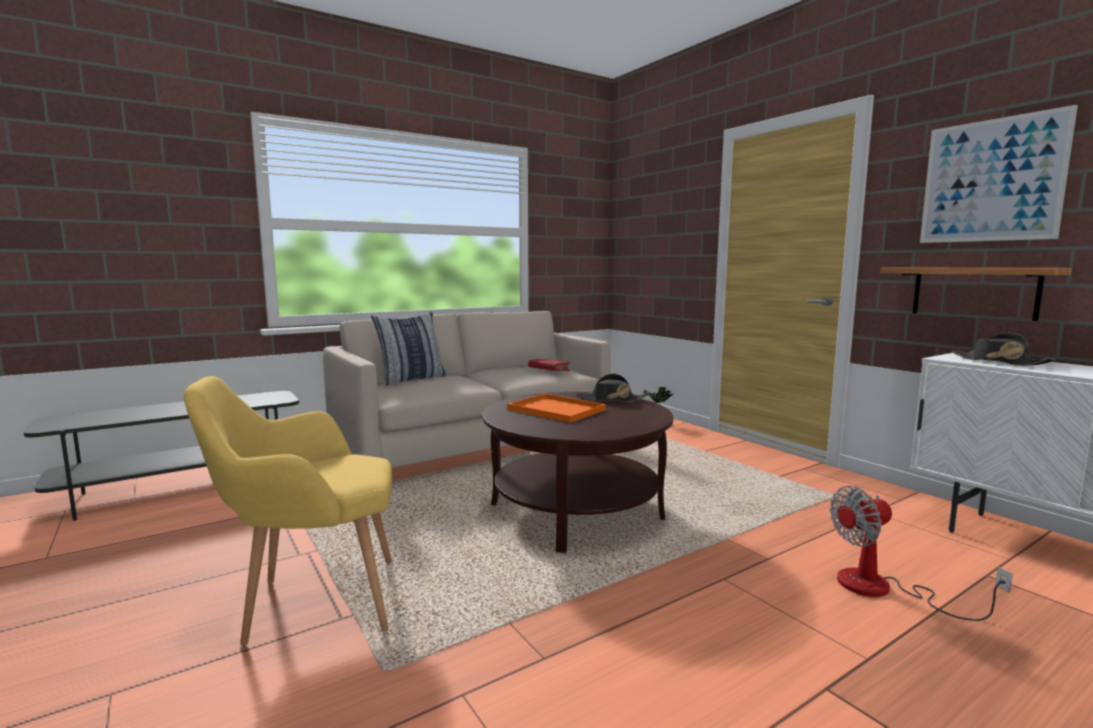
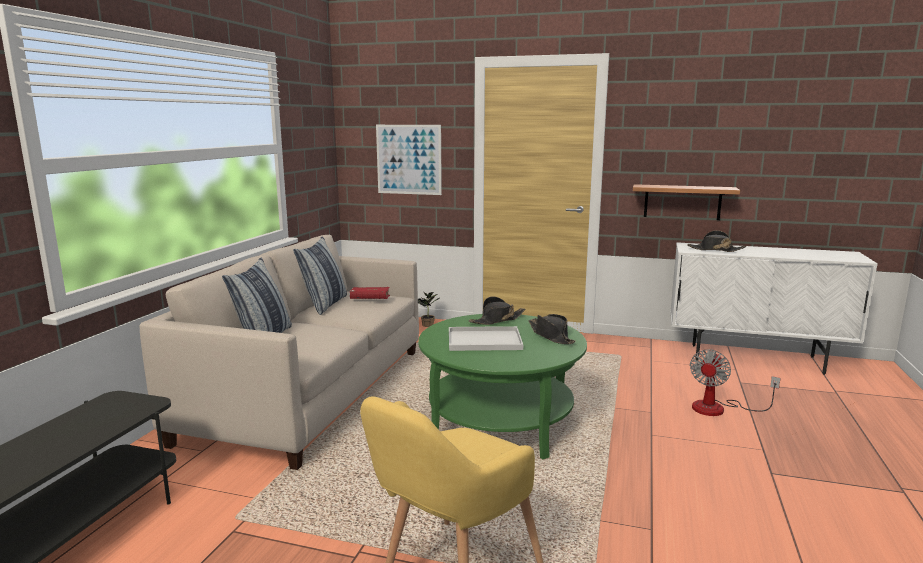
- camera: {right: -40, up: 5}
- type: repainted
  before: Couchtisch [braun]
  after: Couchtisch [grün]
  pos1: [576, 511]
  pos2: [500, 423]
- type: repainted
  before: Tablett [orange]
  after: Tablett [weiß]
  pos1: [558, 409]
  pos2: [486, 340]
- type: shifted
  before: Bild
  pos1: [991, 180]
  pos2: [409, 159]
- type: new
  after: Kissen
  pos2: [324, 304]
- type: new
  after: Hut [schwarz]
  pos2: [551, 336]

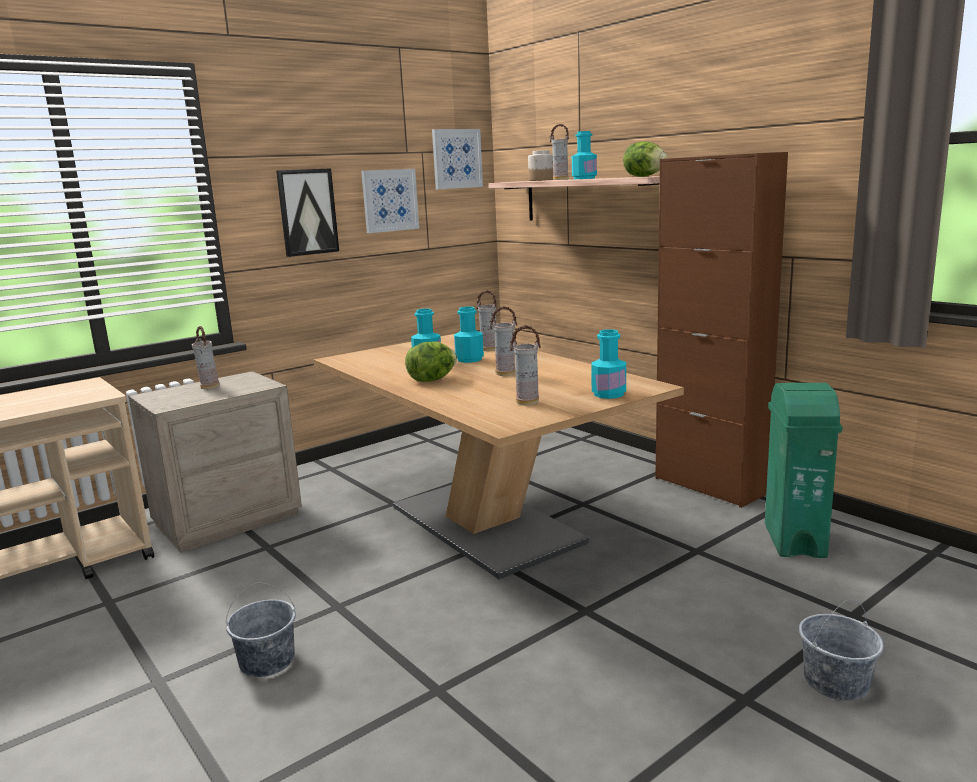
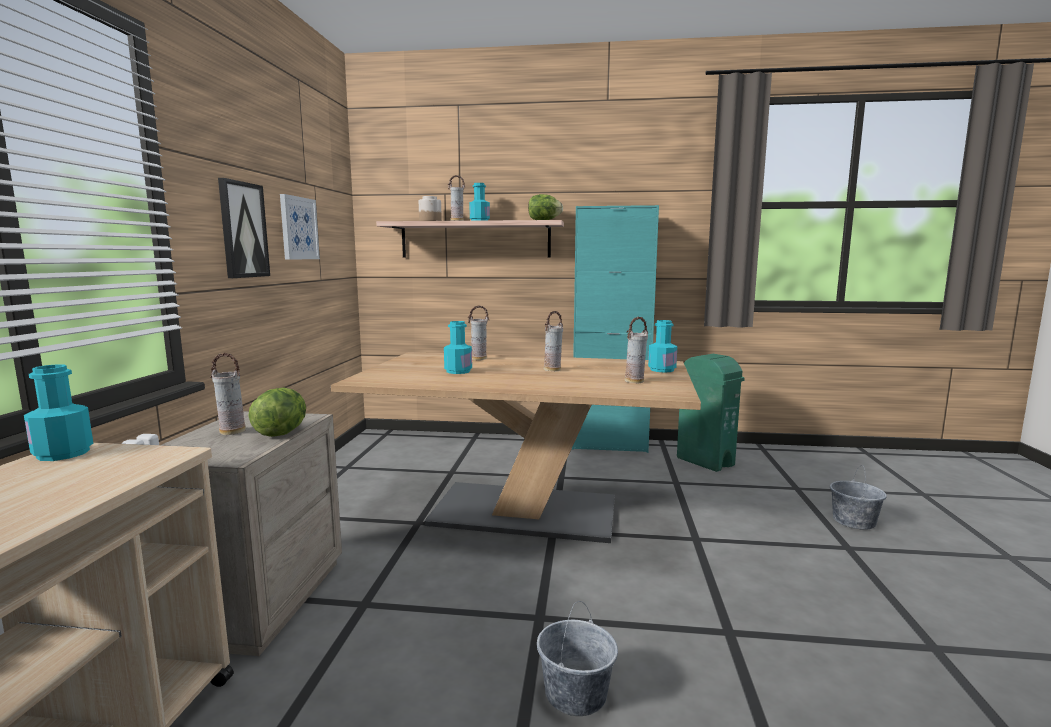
- camera: {right: -45, up: -5}
- type: shifted
  before: Salatkopf
  pos1: [432, 380]
  pos2: [281, 433]
- type: gone
  before: Bild
  pos1: [456, 159]
- type: shifted
  before: Flasche [türkis]
  pos1: [469, 359]
  pos2: [63, 453]
- type: repainted
  before: Schrank [braun]
  after: Schrank [türkis]
  pos1: [710, 485]
  pos2: [609, 445]

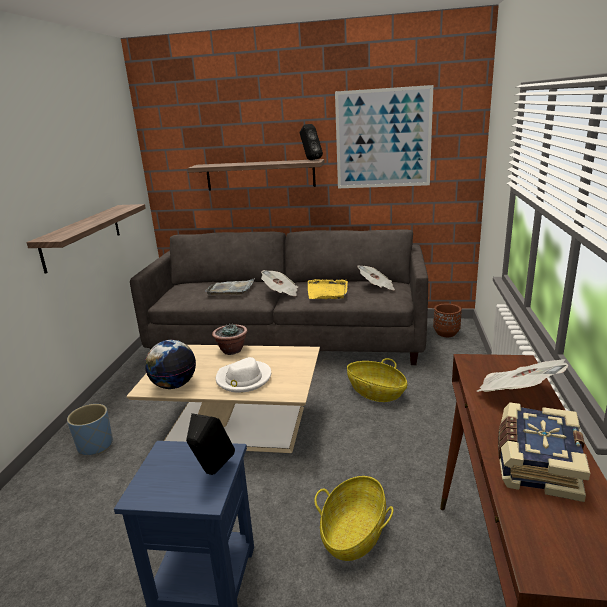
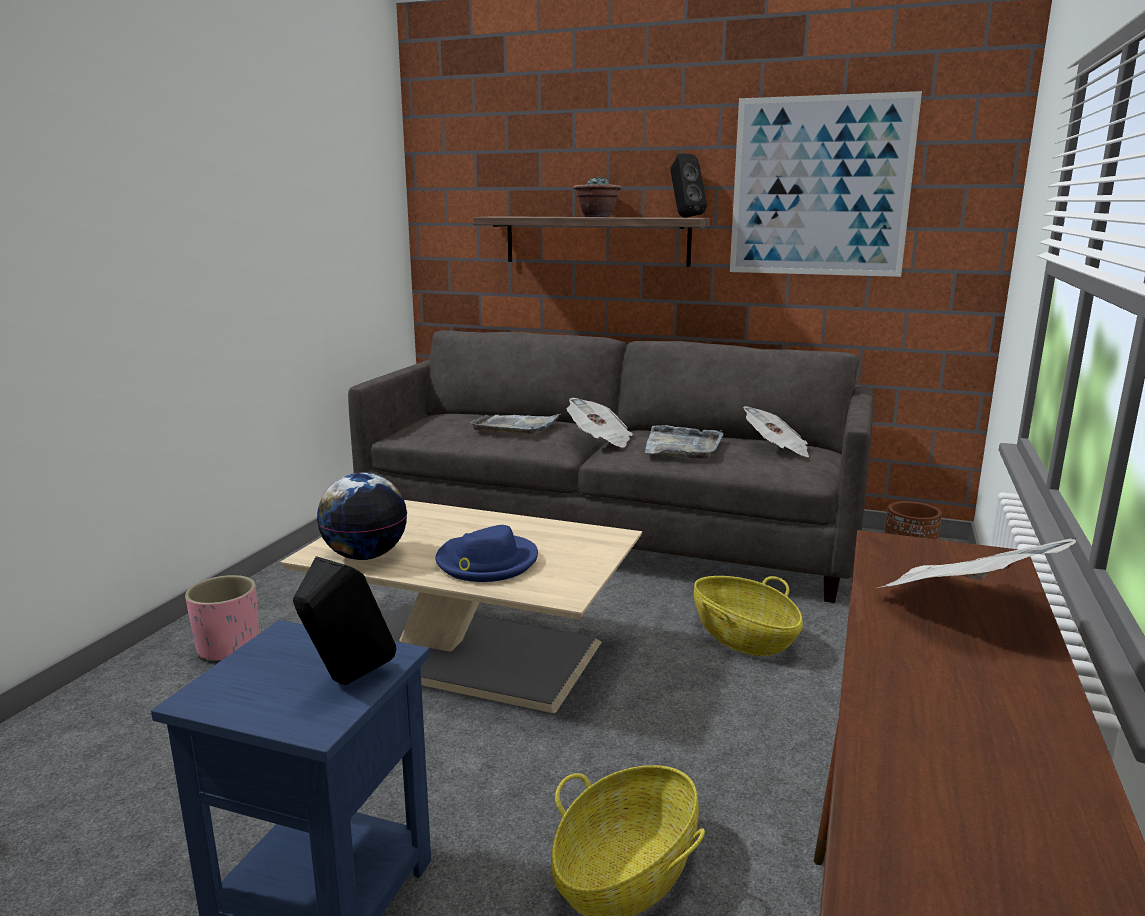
- camera: {right: 10, up: -5}
- type: gone
  before: Wandregal
  pos1: [82, 236]
- type: repainted
  before: Pflanzkübel [blau]
  after: Pflanzkübel [rosa]
  pos1: [95, 446]
  pos2: [228, 648]
- type: shifted
  before: Topfpflanze
  pos1: [232, 350]
  pos2: [597, 217]
- type: repainted
  before: Hut [weiß]
  after: Hut [blau]
  pos1: [243, 379]
  pos2: [486, 562]
- type: repainted
  before: Tablett [gelb]
  after: Tablett [grau]
  pos1: [327, 291]
  pos2: [682, 446]
- type: gone
  before: Buch
  pos1: [536, 462]

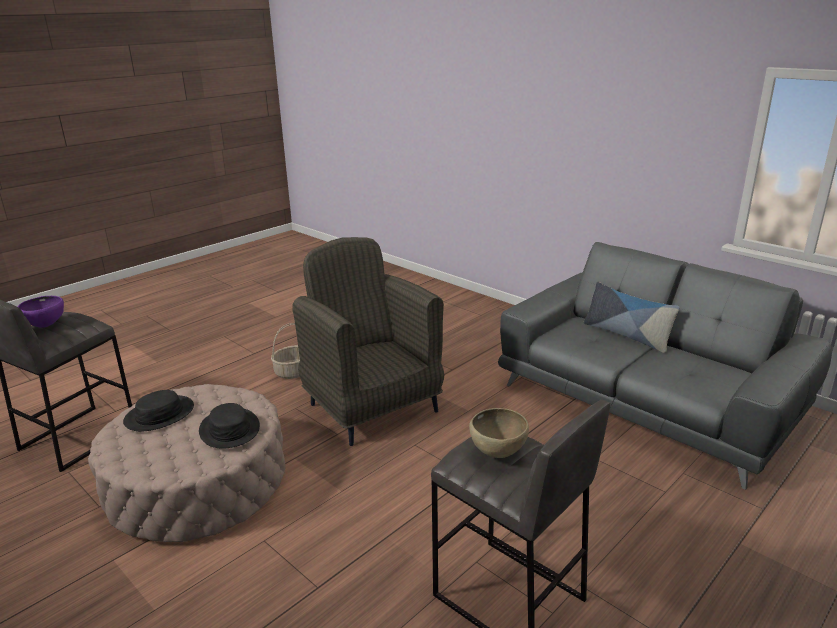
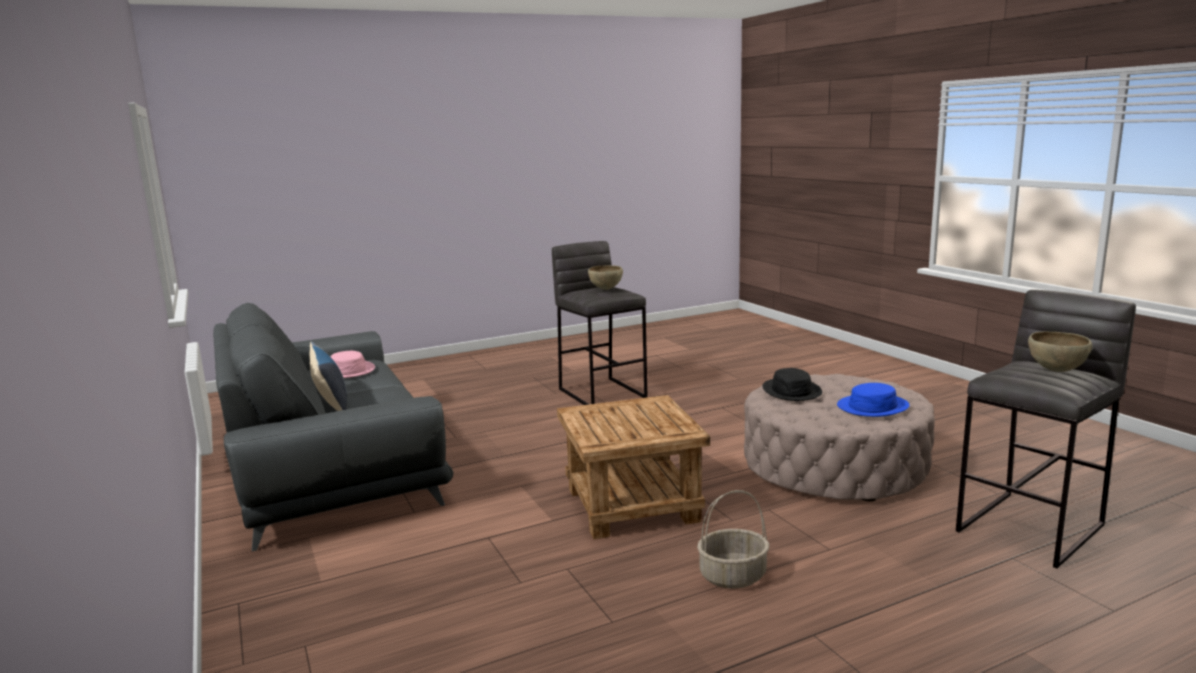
- camera: {right: -160, up: -10}
- type: repainted
  before: Schüssel [lila]
  after: Schüssel [braun]
  pos1: [46, 325]
  pos2: [1055, 371]
- type: repainted
  before: Hut [schwarz]
  after: Hut [blau]
  pos1: [159, 414]
  pos2: [872, 406]
- type: swapped
  before: Sessel [grau]
  after: Beistelltisch [braun]
  pos1: [372, 407]
  pos2: [631, 506]
- type: new
  after: Hut [rosa]
  pos2: [348, 370]

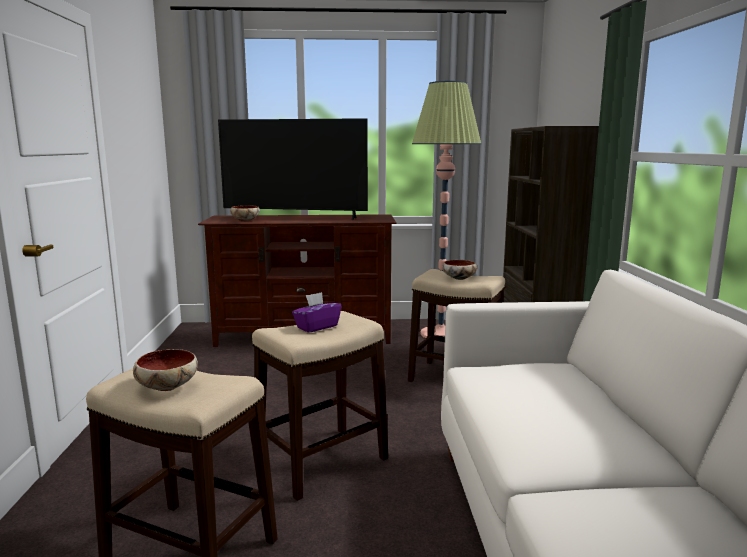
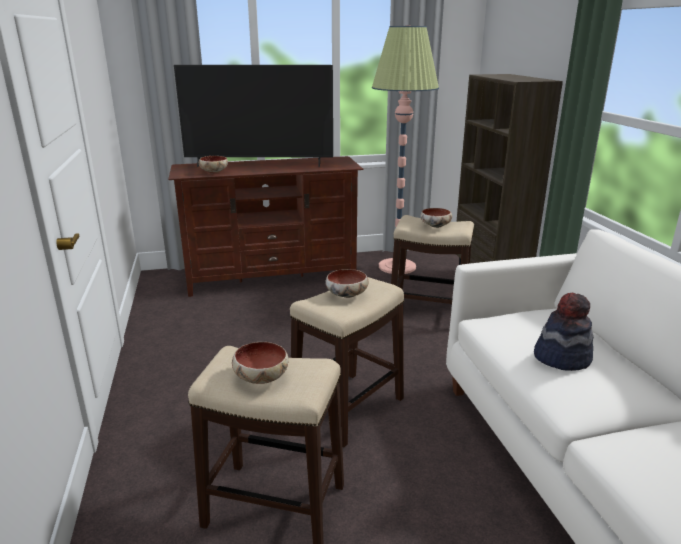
- camera: {right: -10, up: 10}
- type: swapped
  before: Taschentuchbox [lila]
  after: Schüssel
  pos1: [316, 327]
  pos2: [346, 295]
- type: new
  after: Hut
  pos2: [561, 357]

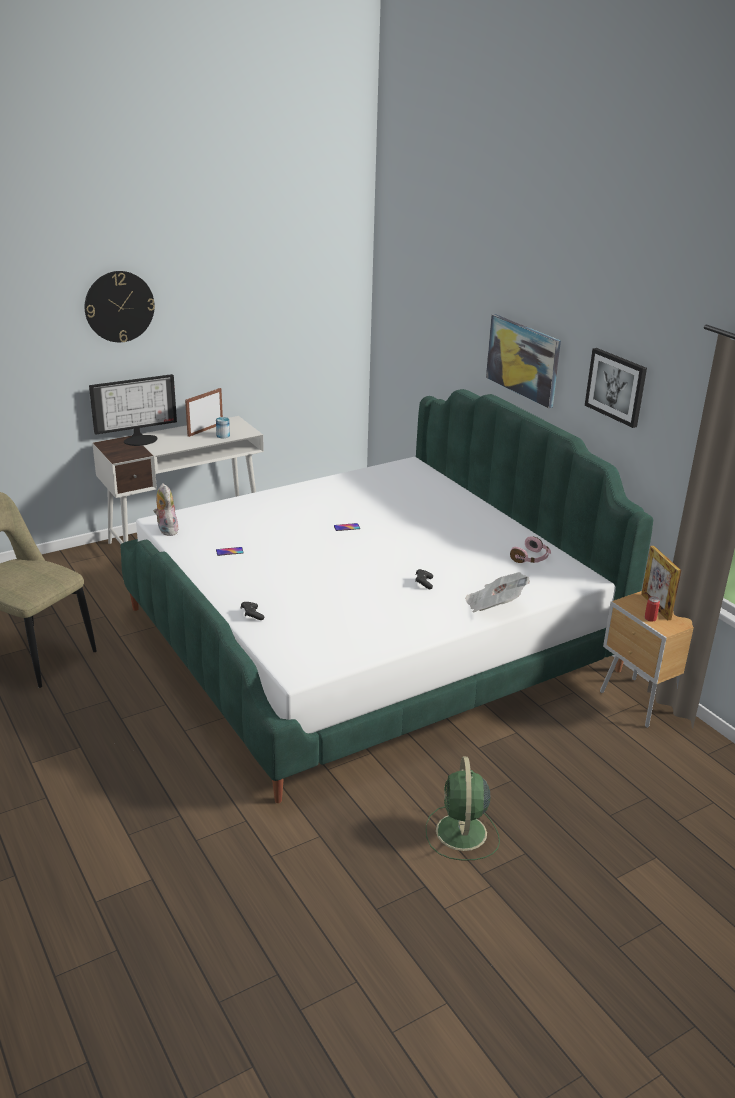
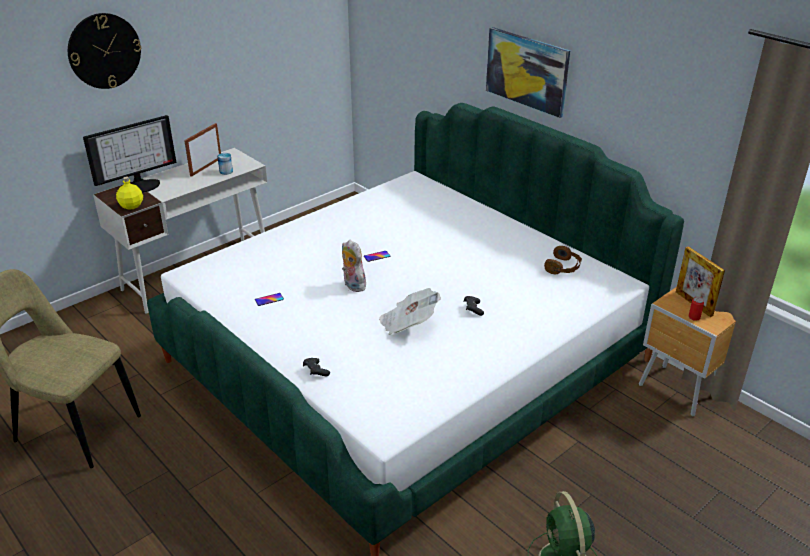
- camera: {right: -10, up: 5}
- type: shifted
  before: Plüschtier
  pos1: [166, 530]
  pos2: [352, 285]
- type: shifted
  before: Zeitung
  pos1: [494, 606]
  pos2: [408, 324]
- type: repainted
  before: Kopfhörer [rosa]
  after: Kopfhörer [braun]
  pos1: [531, 558]
  pos2: [563, 267]
- type: gone
  before: Bild
  pos1: [616, 386]
- type: new
  after: Flasche [gelb]
  pos2: [131, 206]

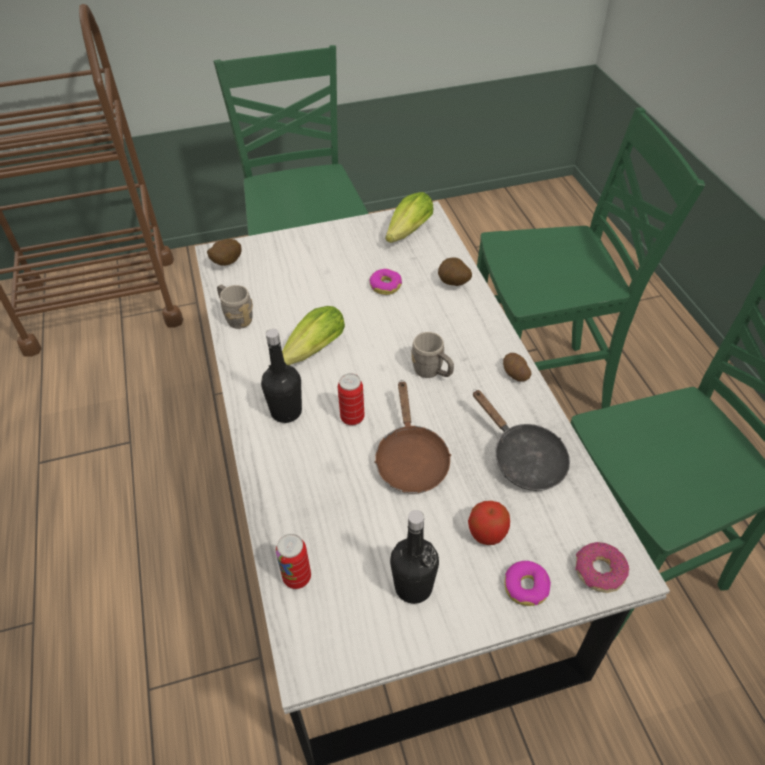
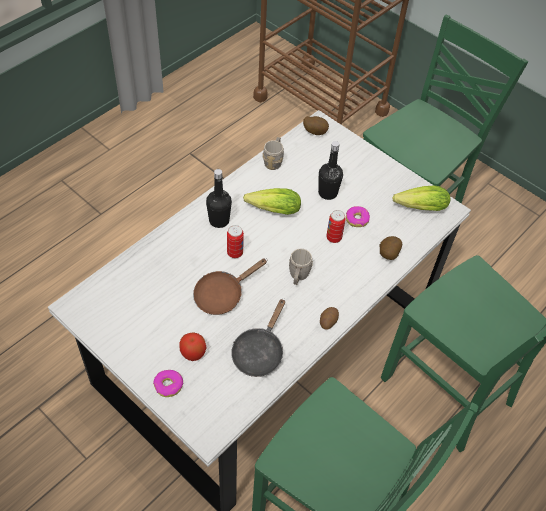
- camera: {right: 55, up: 5}
- type: shifted
  before: Dose
  pos1: [297, 577]
  pos2: [333, 238]
- type: shifted
  before: Flasche [schwarz]
  pos1: [413, 586]
  pos2: [327, 193]
- type: gone
  before: Donut
  pos1: [599, 571]

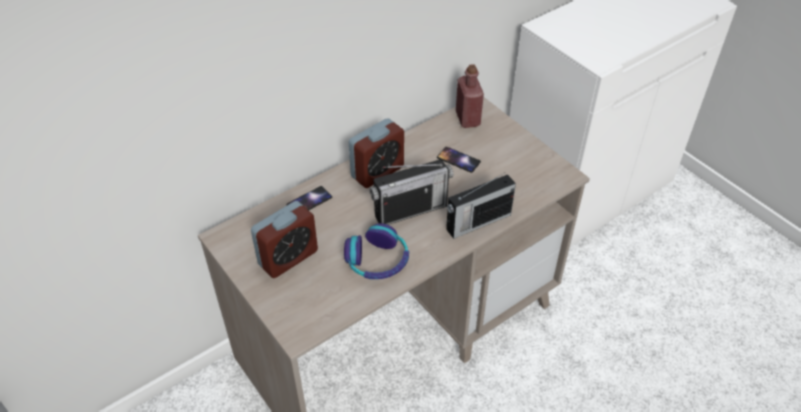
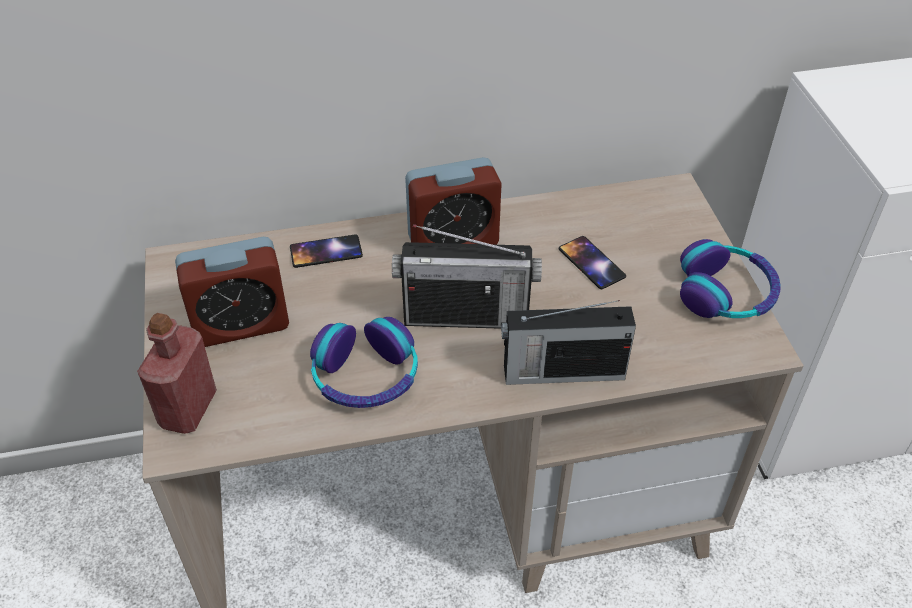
- camera: {right: 25, up: 0}
- type: shifted
  before: Flasche [rot]
  pos1: [467, 119]
  pos2: [188, 409]
- type: new
  after: Kopfhörer
  pos2: [725, 293]

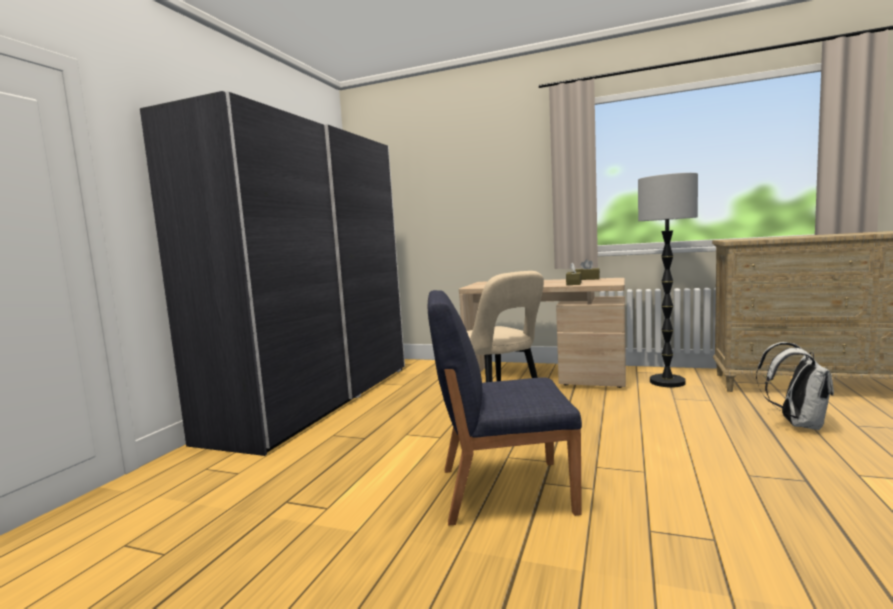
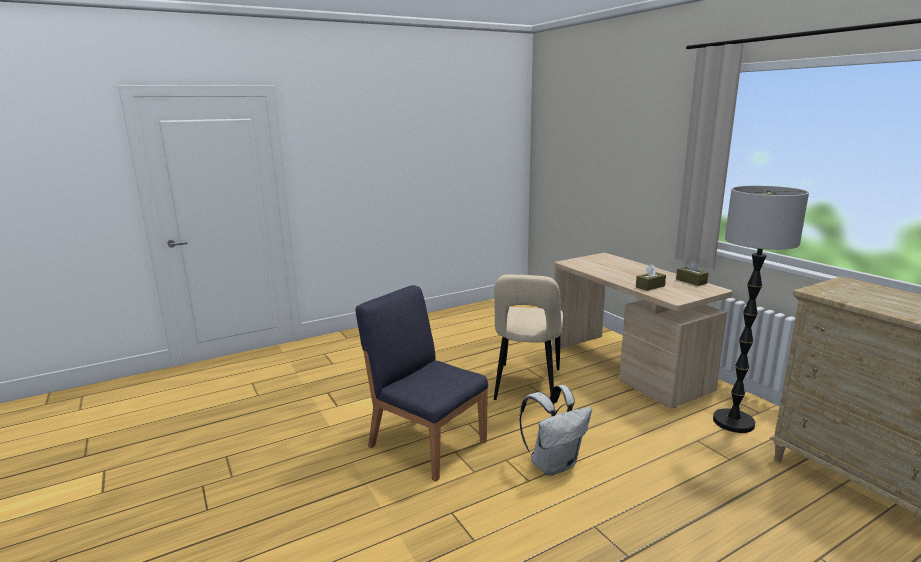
- camera: {right: 40, up: 10}
- type: gone
  before: Kleiderschrank [grau]
  pos1: [316, 400]
- type: shifted
  before: Rucksack [weiß]
  pos1: [797, 424]
  pos2: [553, 464]

